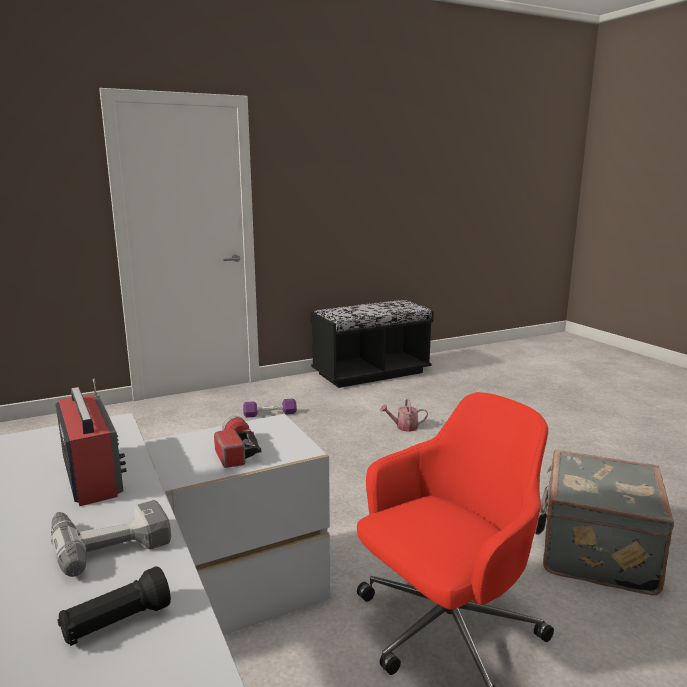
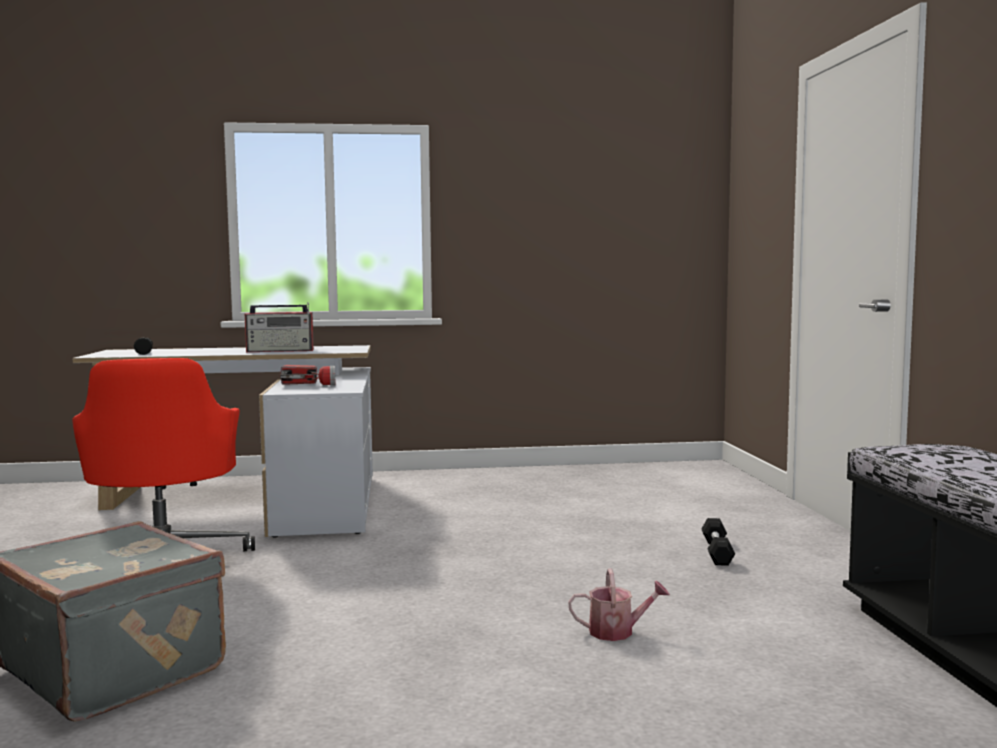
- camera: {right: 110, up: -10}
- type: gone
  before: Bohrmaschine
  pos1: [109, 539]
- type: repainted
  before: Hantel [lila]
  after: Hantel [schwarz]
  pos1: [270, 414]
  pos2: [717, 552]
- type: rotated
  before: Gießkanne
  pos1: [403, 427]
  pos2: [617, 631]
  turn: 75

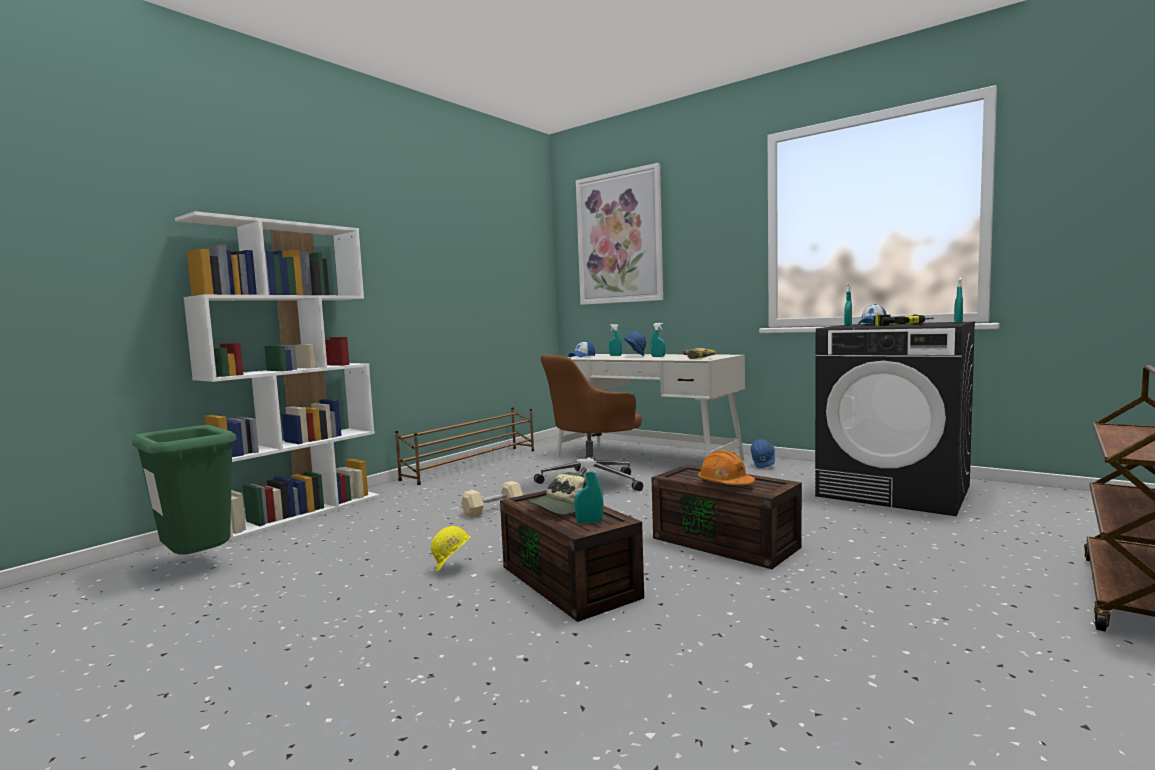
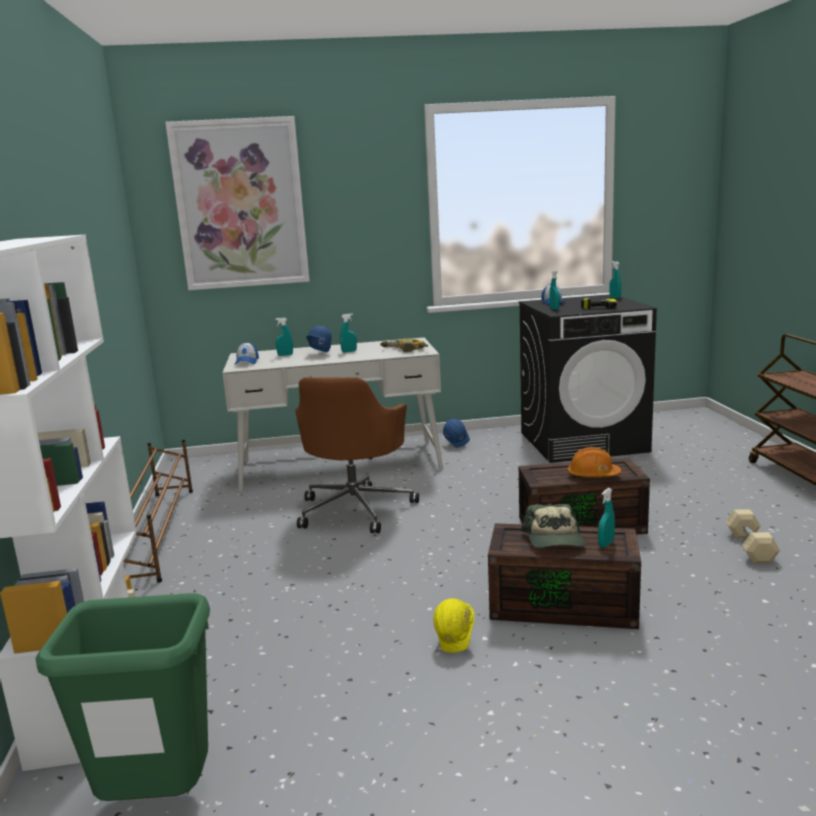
- camera: {right: -45, up: 10}
- type: shifted
  before: Hantel [beige]
  pos1: [493, 509]
  pos2: [750, 547]

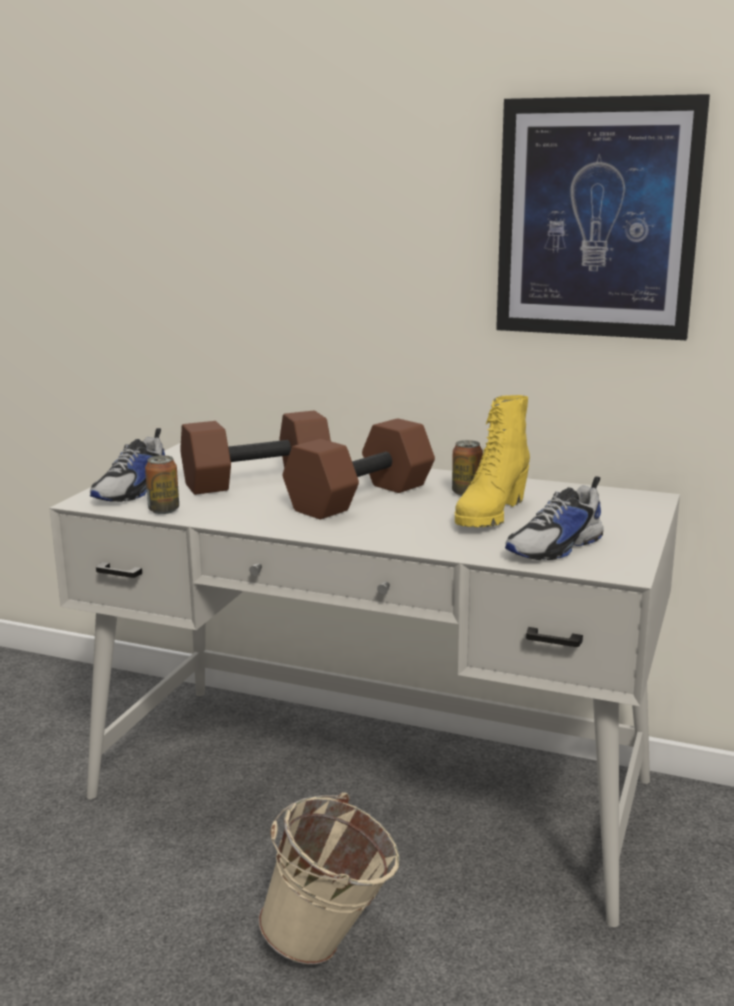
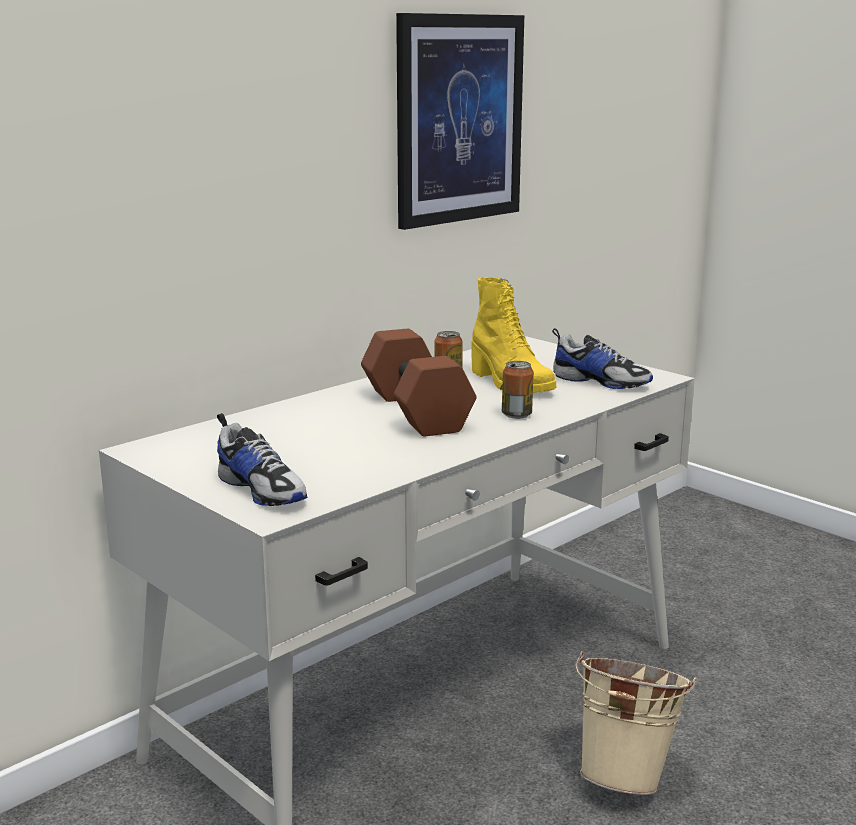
- camera: {right: -65, up: 0}
- type: shifted
  before: Dose
  pos1: [164, 510]
  pos2: [516, 415]
- type: gone
  before: Hantel [braun]
  pos1: [256, 482]
- type: rotated
  before: Schuh
  pos1: [556, 547]
  pos2: [601, 381]
  turn: -45

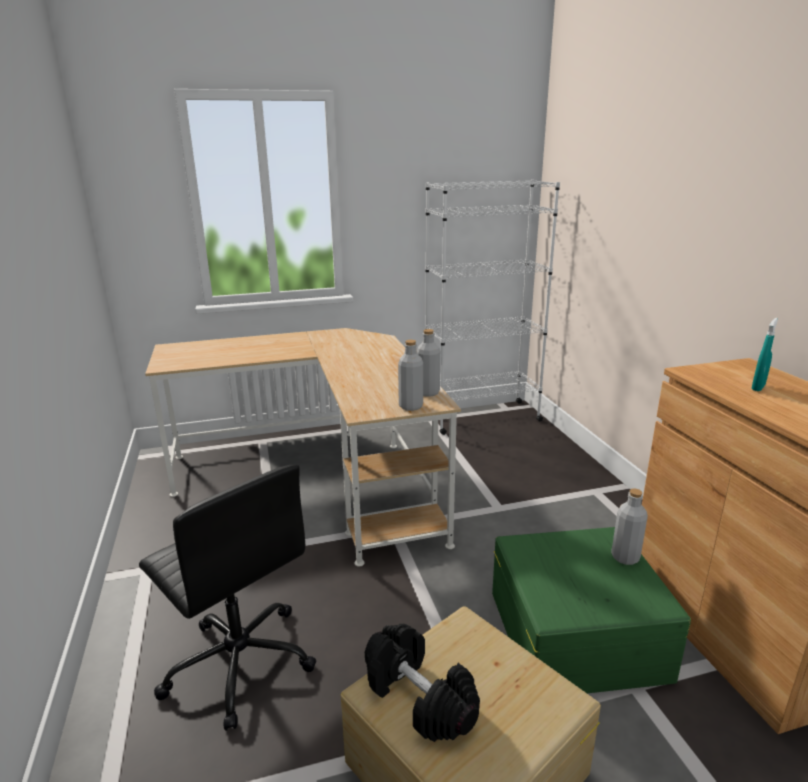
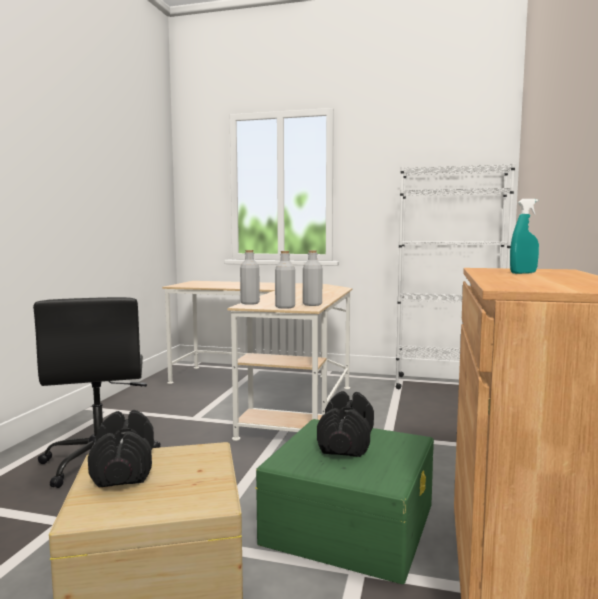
- camera: {right: 30, up: -15}
- type: shifted
  before: Flasche [grau]
  pos1: [625, 557]
  pos2: [250, 303]
- type: new
  after: Hantel [schwarz]
  pos2: [346, 442]

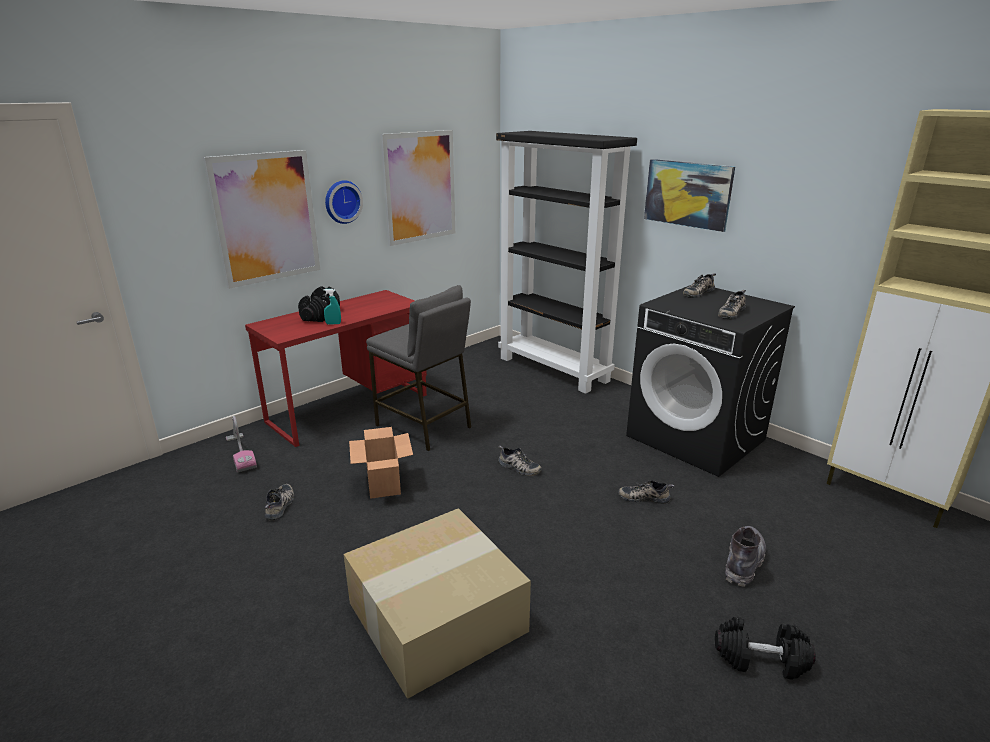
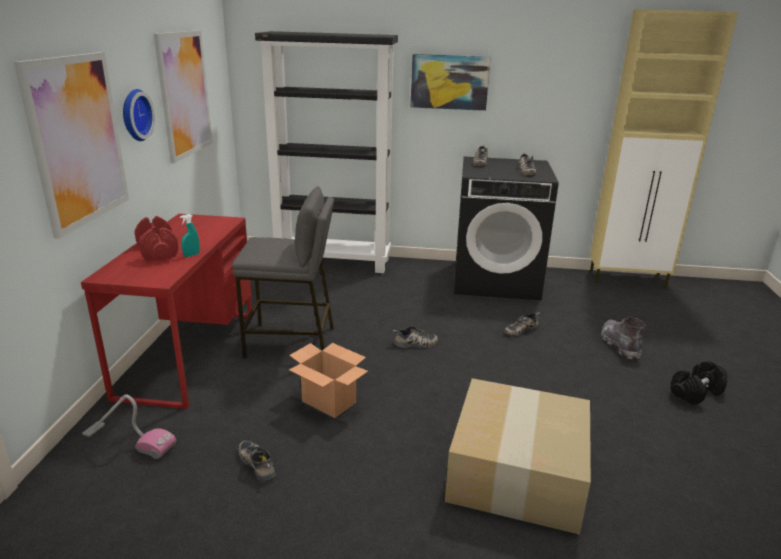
- camera: {right: -40, up: 0}
- type: repainted
  before: Hantel [schwarz]
  after: Hantel [rot]
  pos1: [320, 315]
  pos2: [157, 251]

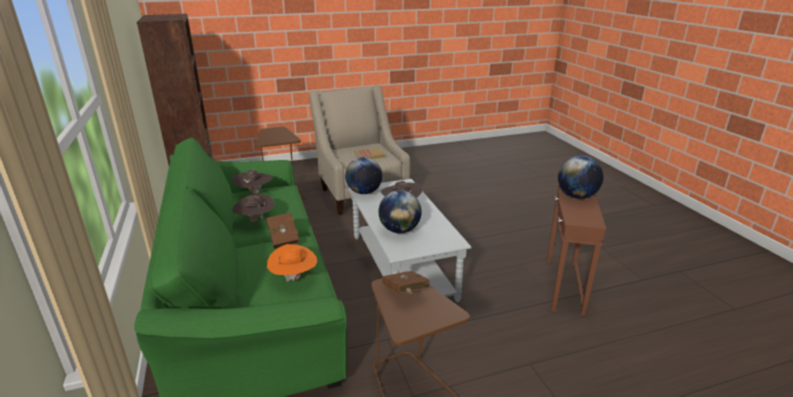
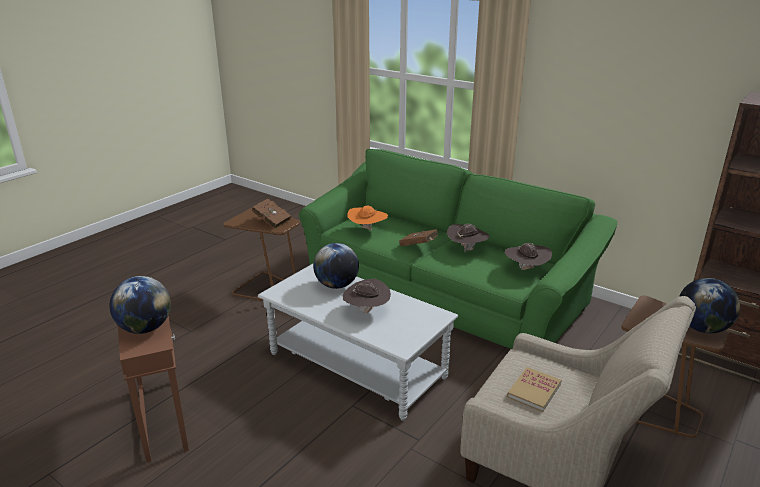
- camera: {right: 145, up: 0}
- type: shifted
  before: Globus
  pos1: [364, 192]
  pos2: [702, 328]

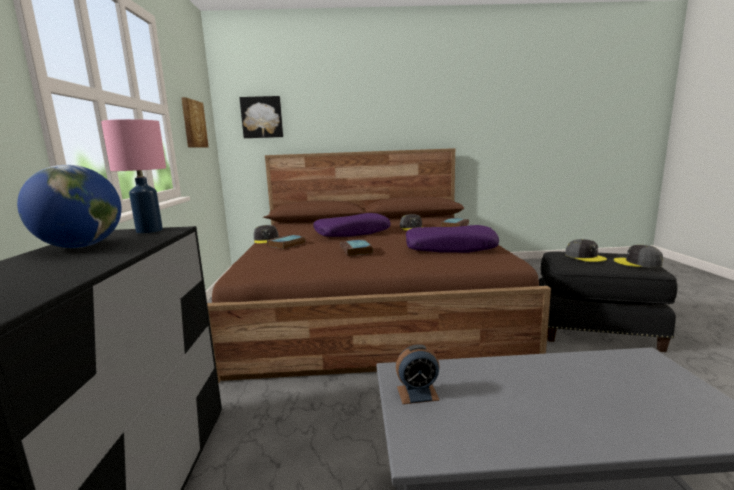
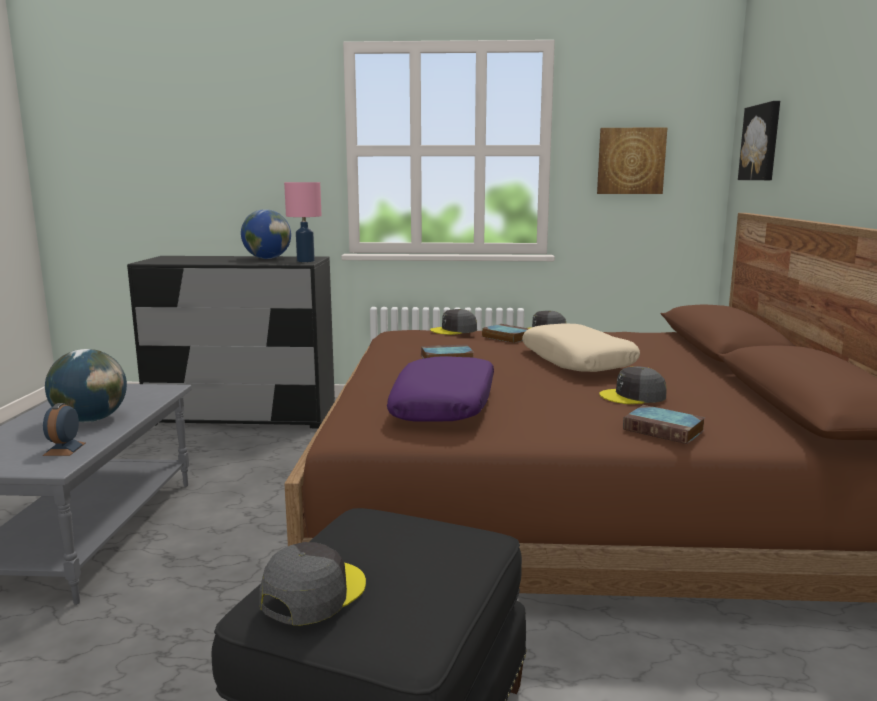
- camera: {right: 95, up: 0}
- type: repainted
  before: Kissen [lila]
  after: Kissen [beige]
  pos1: [352, 233]
  pos2: [578, 361]
- type: shifted
  before: Wecker
  pos1: [417, 393]
  pos2: [64, 449]
- type: shifted
  before: Kappe [grau]
  pos1: [585, 256]
  pos2: [454, 330]
- type: new
  after: Globus
  pos2: [90, 420]

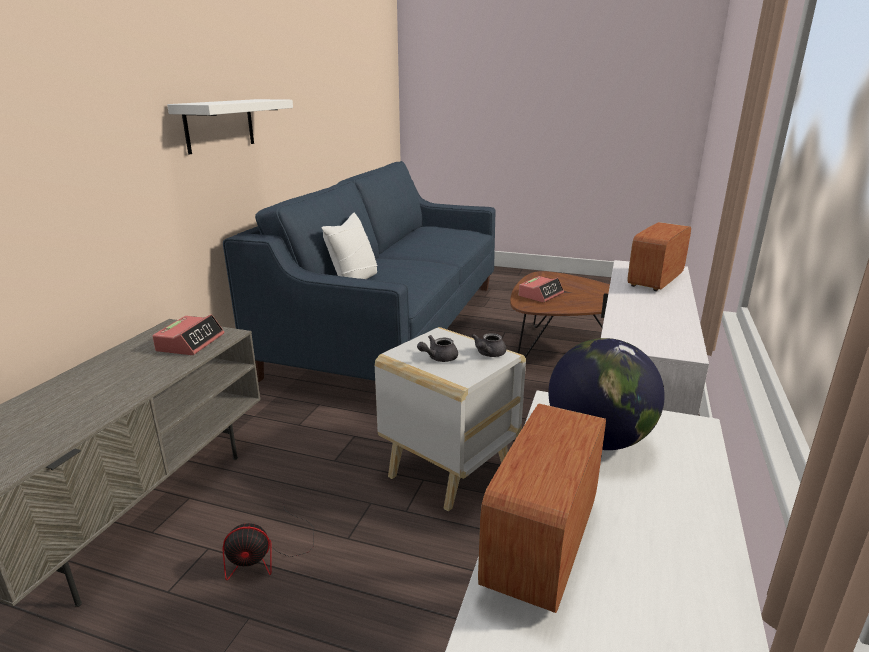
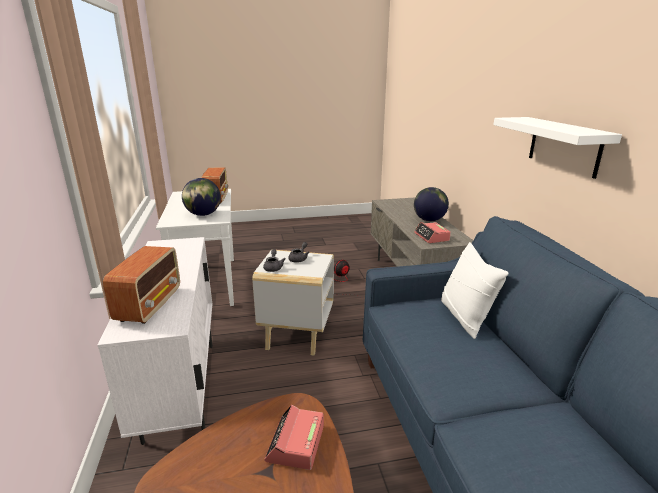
- camera: {right: 150, up: 0}
- type: new
  after: Globus
  pos2: [429, 220]

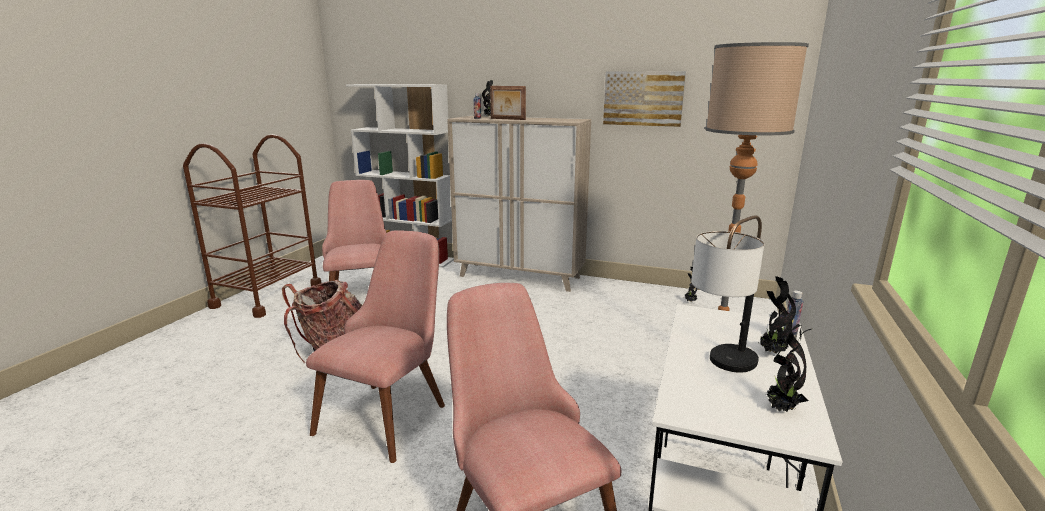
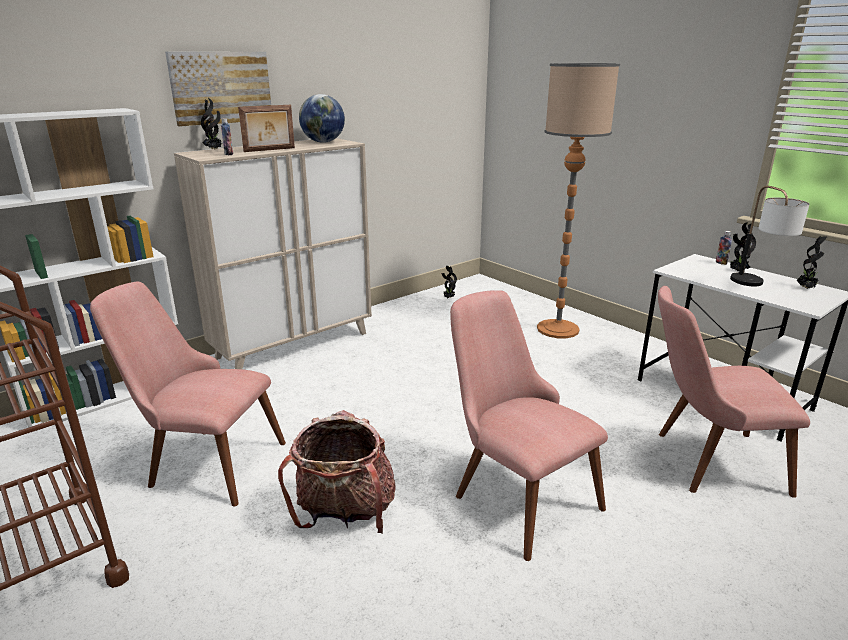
- camera: {right: -60, up: 5}
- type: shifted
  before: Bild
  pos1: [643, 98]
  pos2: [221, 87]
- type: new
  after: Globus
  pos2: [323, 142]

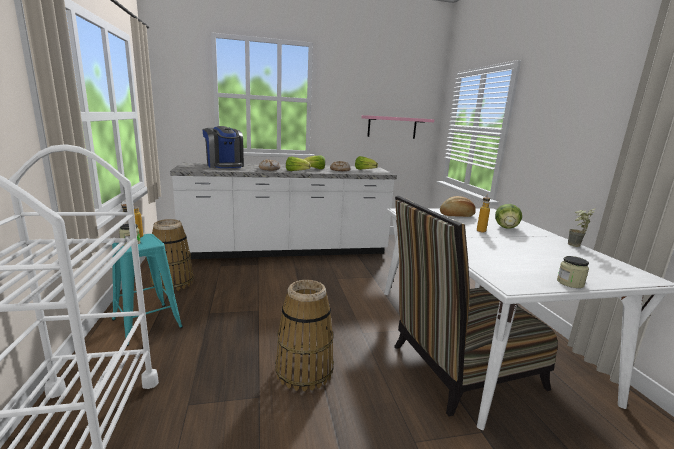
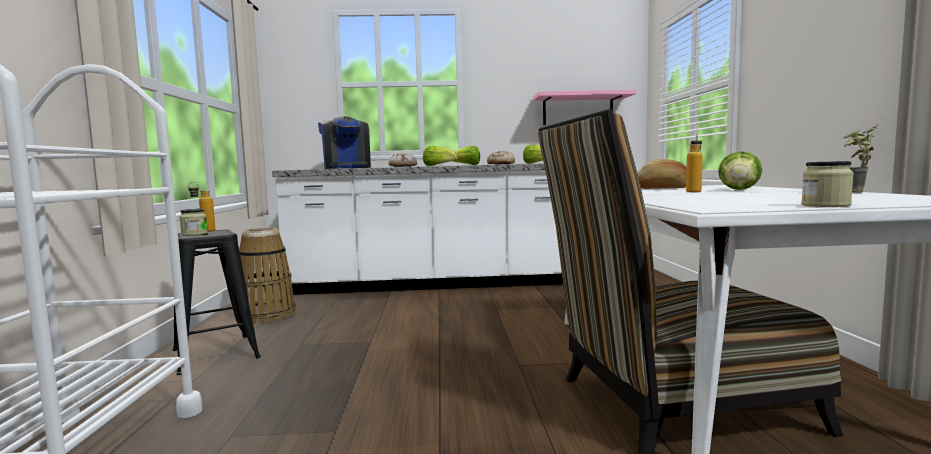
- camera: {right: 10, up: -10}
- type: repainted
  before: Hocker [türkis]
  after: Hocker [schwarz]
  pos1: [147, 323]
  pos2: [215, 354]
- type: gone
  before: Korb
  pos1: [304, 370]

